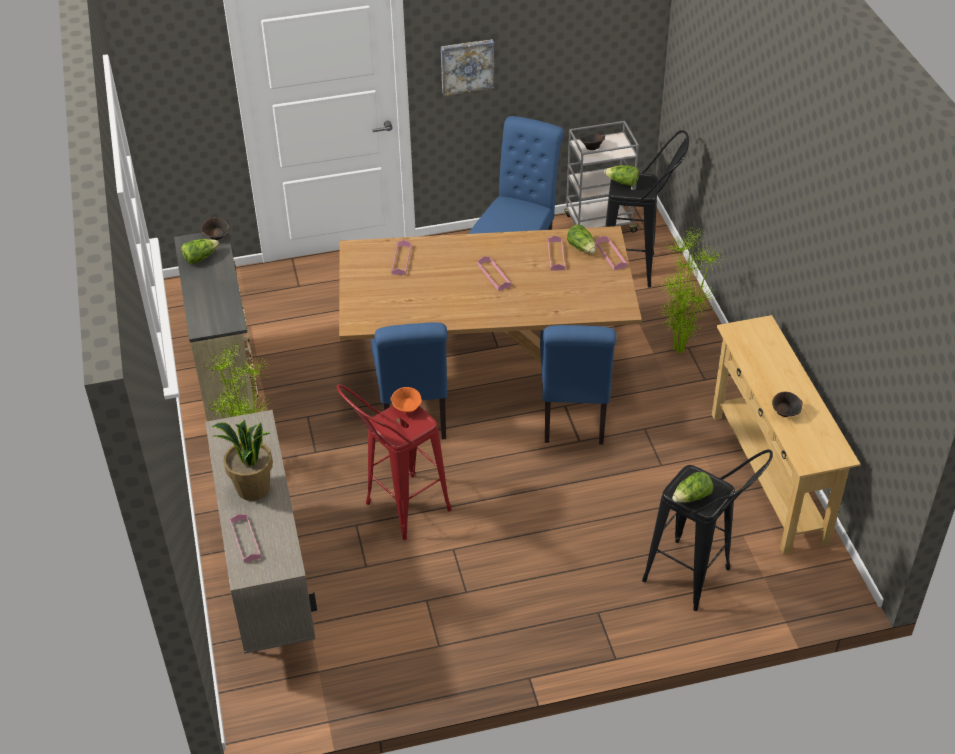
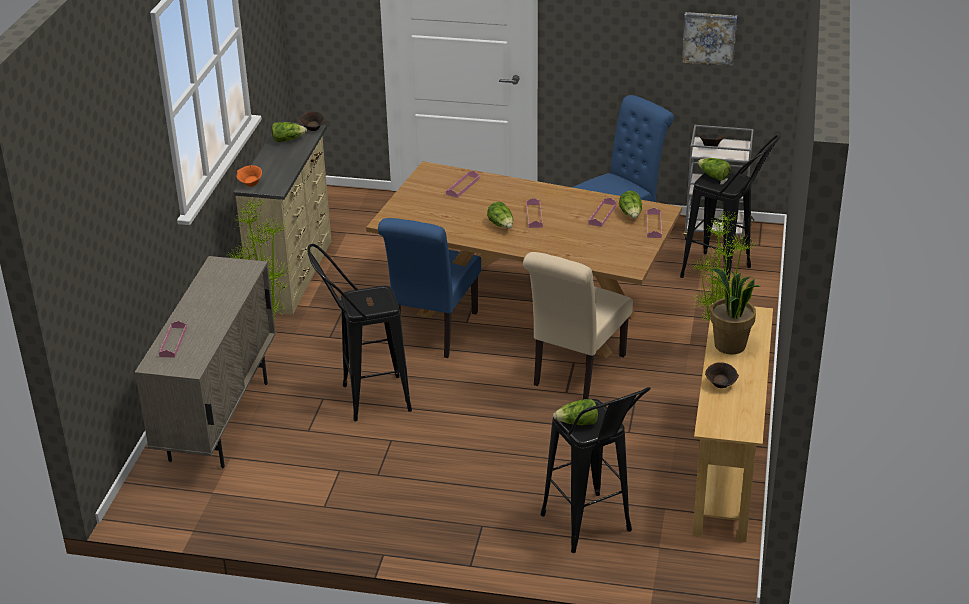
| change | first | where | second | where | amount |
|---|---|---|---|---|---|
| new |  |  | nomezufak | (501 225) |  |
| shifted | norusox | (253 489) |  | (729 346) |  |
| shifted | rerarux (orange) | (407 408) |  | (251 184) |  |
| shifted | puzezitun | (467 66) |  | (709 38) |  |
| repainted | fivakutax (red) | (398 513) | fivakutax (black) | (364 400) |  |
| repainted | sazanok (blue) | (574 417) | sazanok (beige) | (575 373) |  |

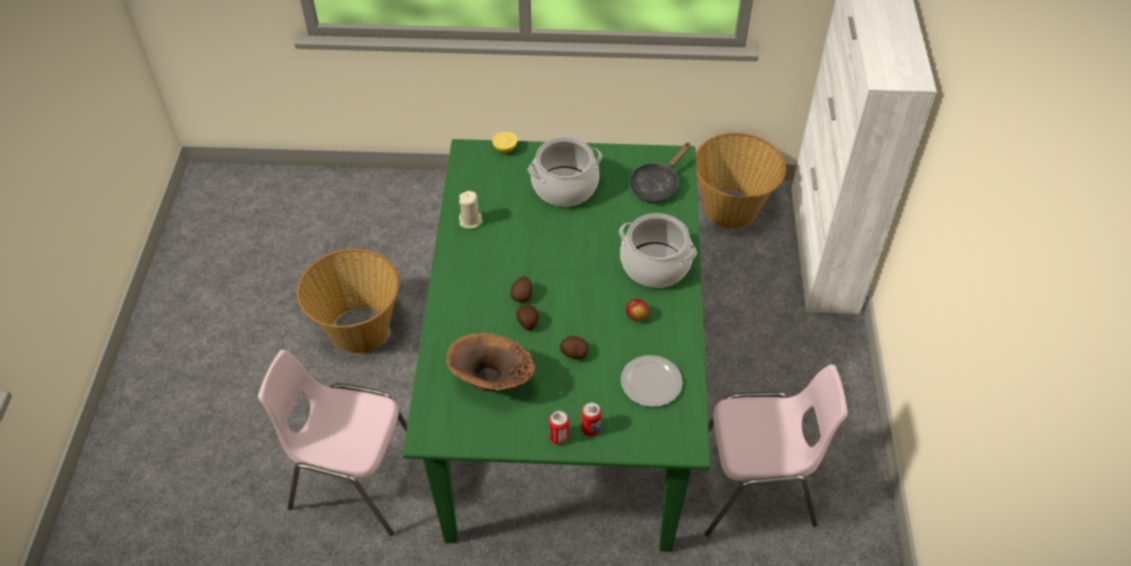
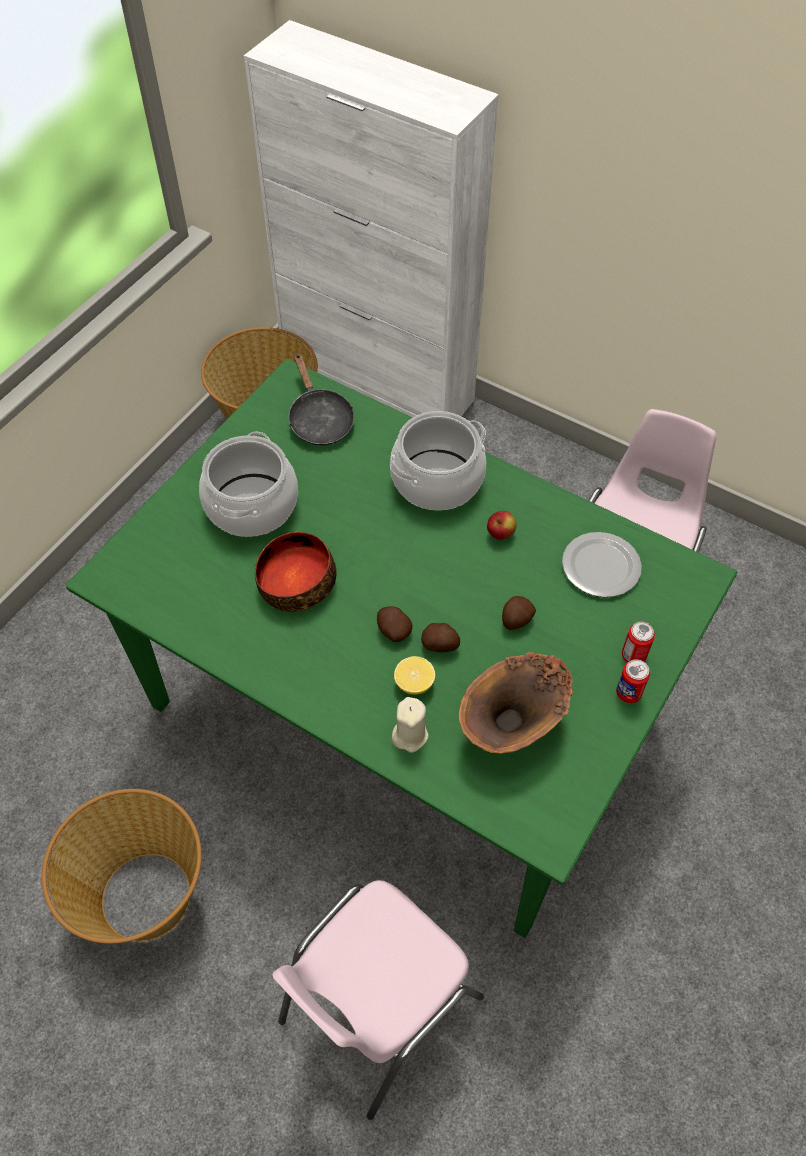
| change | first | where | second | where | amount |
|---|---|---|---|---|---|
| new |  |  | rerarux | (296 581) |  |
| shifted | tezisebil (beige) | (470 221) |  | (410 735) |  |
| shifted | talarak | (505 148) |  | (414 683) |  |

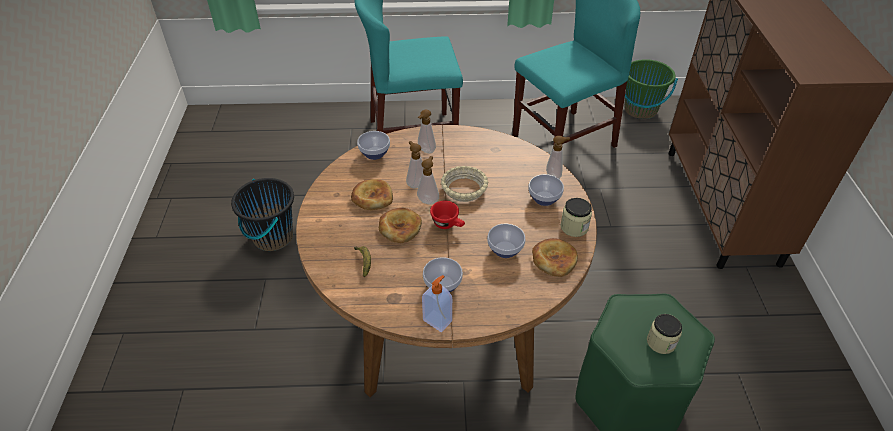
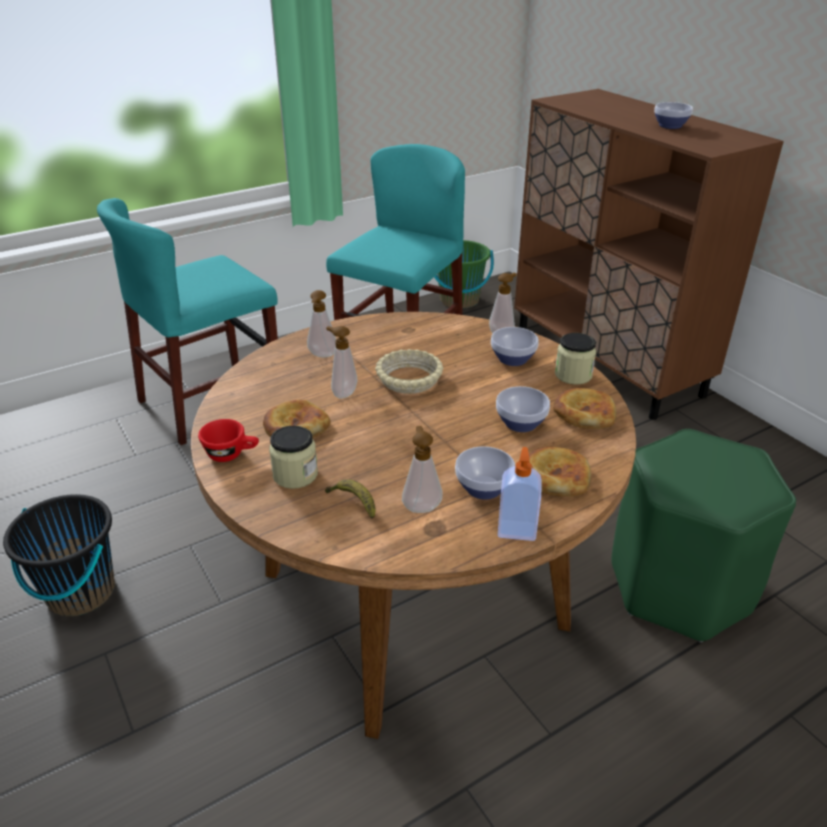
| change | first | where | second | where | amount |
|---|---|---|---|---|---|
| shifted | rerarux | (375 154) |  | (671 126) |  |
| shifted | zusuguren | (400 227) |  | (555 476) |  |
| shifted | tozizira | (428 200) |  | (421 506) |  |
| shifted | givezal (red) | (448 224) |  | (232 454) |  |
| shifted | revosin | (661 342) |  | (295 475) |  |

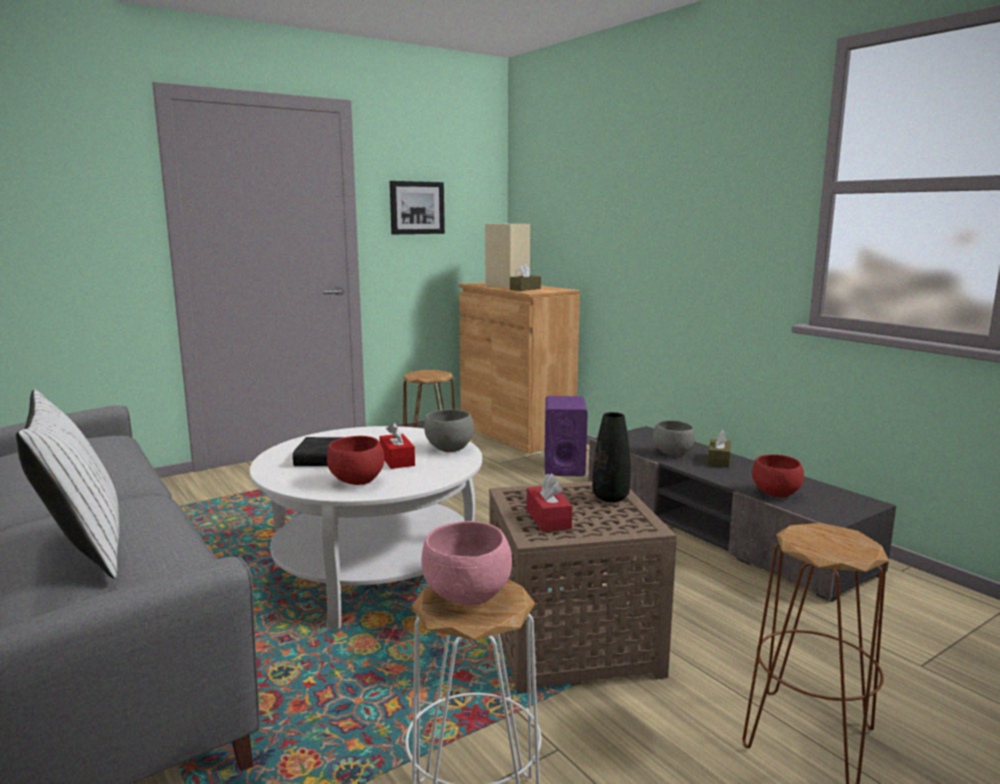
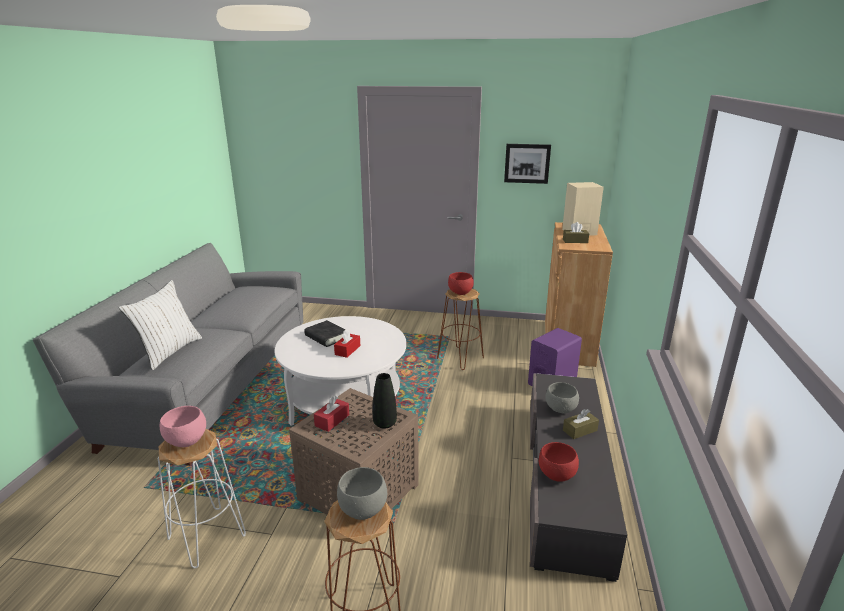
| change | first | where | second | where | amount |
|---|---|---|---|---|---|
| shifted | rerarux (red) | (358 482) |  | (460 293) |  |
| shifted | rerarux (grey) | (449 449) |  | (362 511) |  |

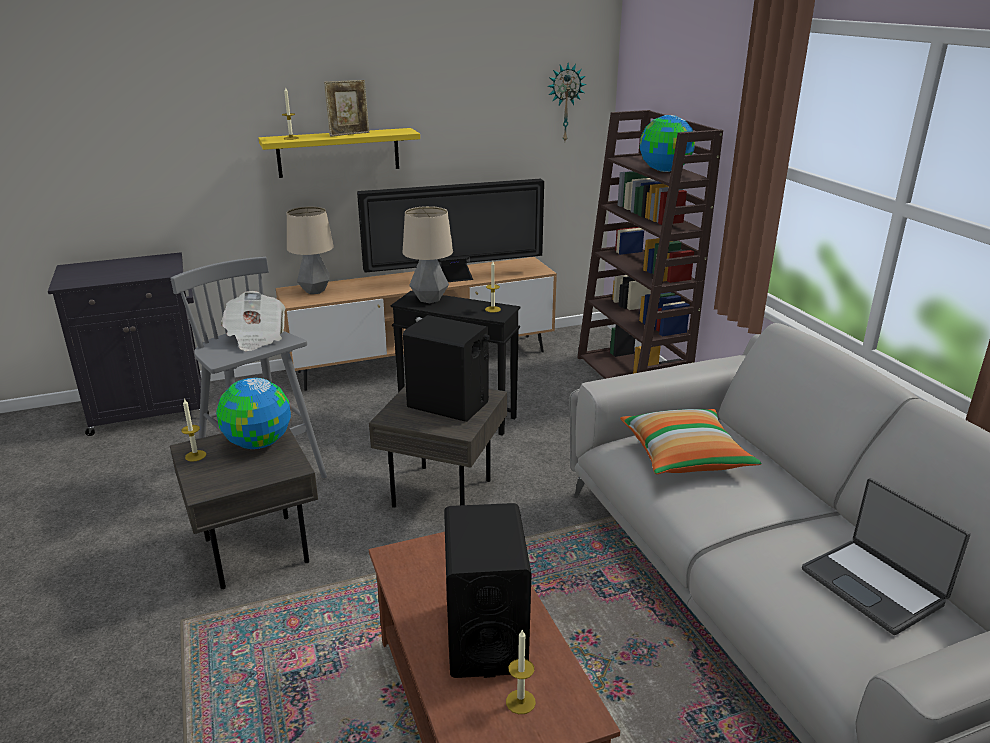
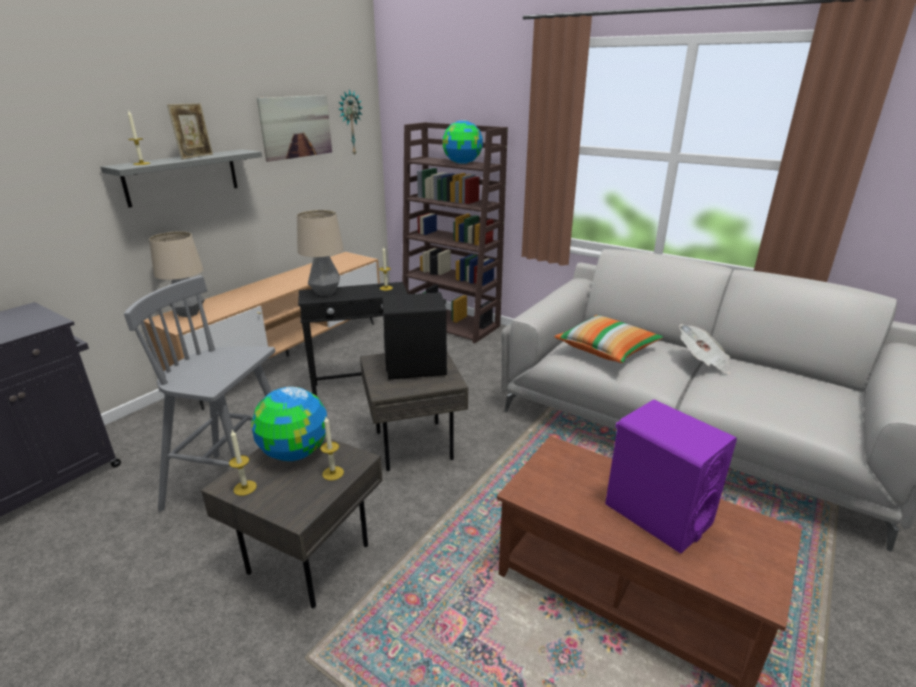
| change | first | where | second | where | amount |
|---|---|---|---|---|---|
| gone | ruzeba | (455 279) |  |  |  |
| gone | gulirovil | (874 586) |  |  |  |
| new |  |  | puzezitun | (296 127) |  |
| shifted | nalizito | (256 337) |  | (703 362) |  |
| shifted | tezisebil | (520 702) |  | (333 473) |  |
| repainted | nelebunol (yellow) | (338 152) | nelebunol (grey) | (182 177) |  |
| repainted | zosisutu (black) | (485 636) | zosisutu (purple) | (657 514) |  |

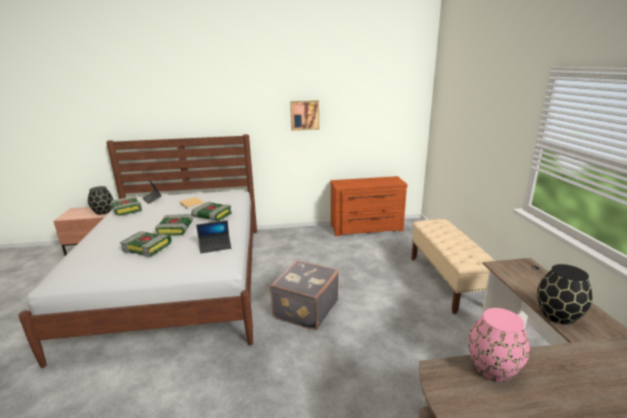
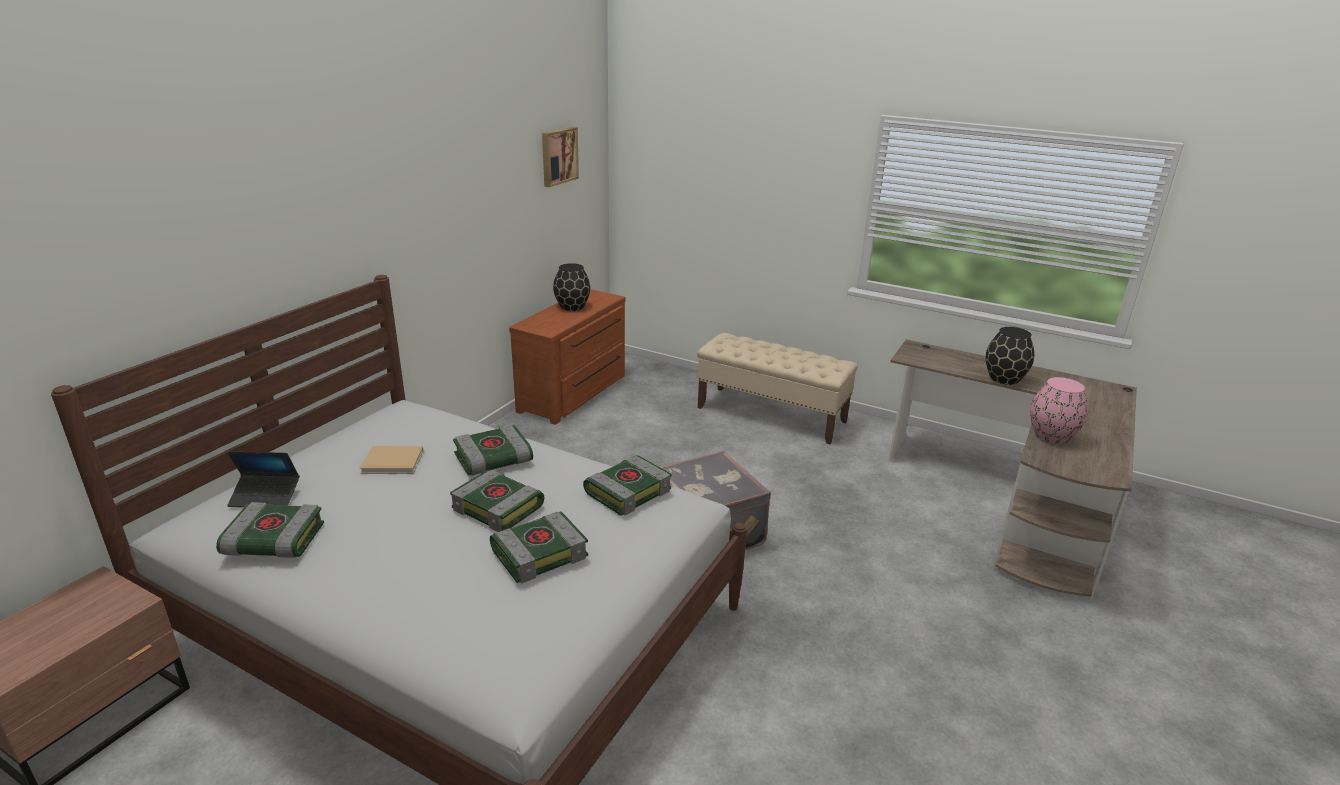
| change | first | where | second | where | amount |
|---|---|---|---|---|---|
| shifted | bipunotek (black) | (103 212) |  | (572 306) |  |
| shifted | puzezitun | (304 115) |  | (558 156) |  |
| swapped | gulirovil | (215 246) | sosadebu | (628 491) |  |

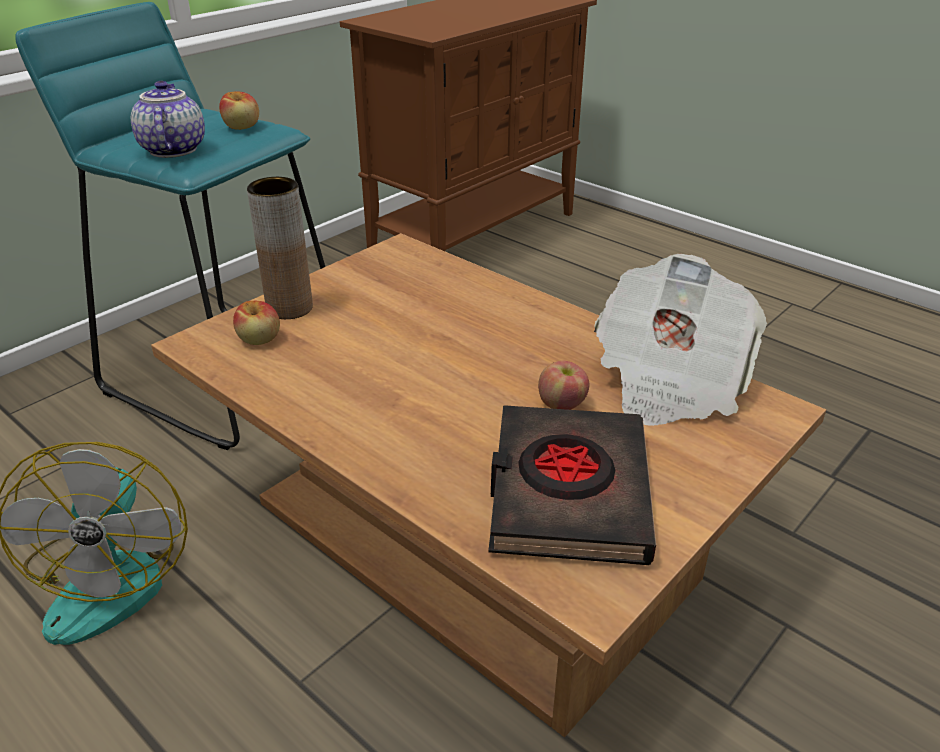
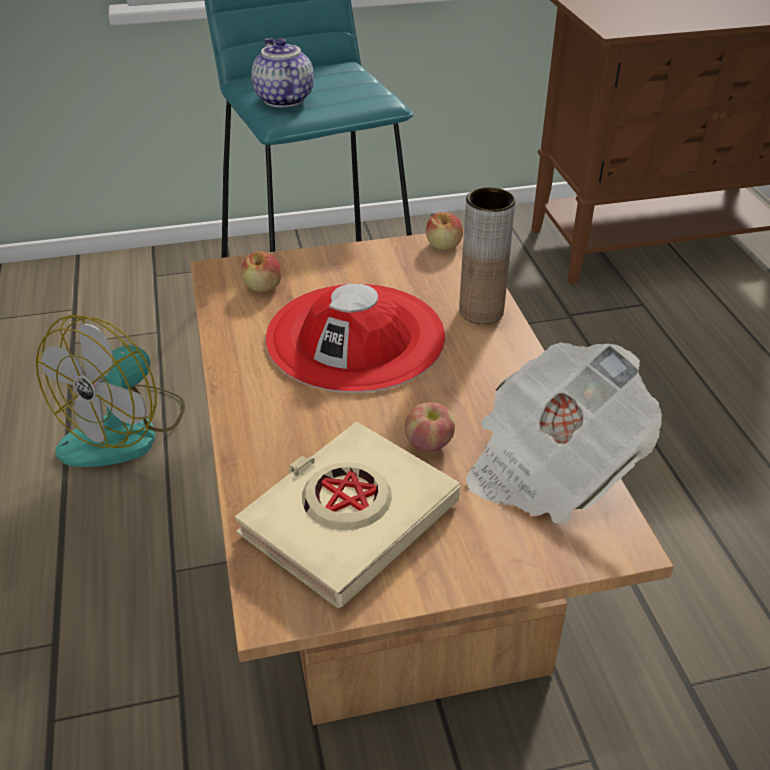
| change | first | where | second | where | amount |
|---|---|---|---|---|---|
| new |  |  | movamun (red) | (355 337) |  |
| shifted | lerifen | (242 127) |  | (443 245) |  |
| shifted | bipunotek (brown) | (289 308) |  | (481 311) |  |
| repainted | sosadebu (black) | (568 492) | sosadebu (beige) | (349 518) |  |
| rotated | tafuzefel | (171 150) |  | (282 99) | 45 degrees counterclockwise |

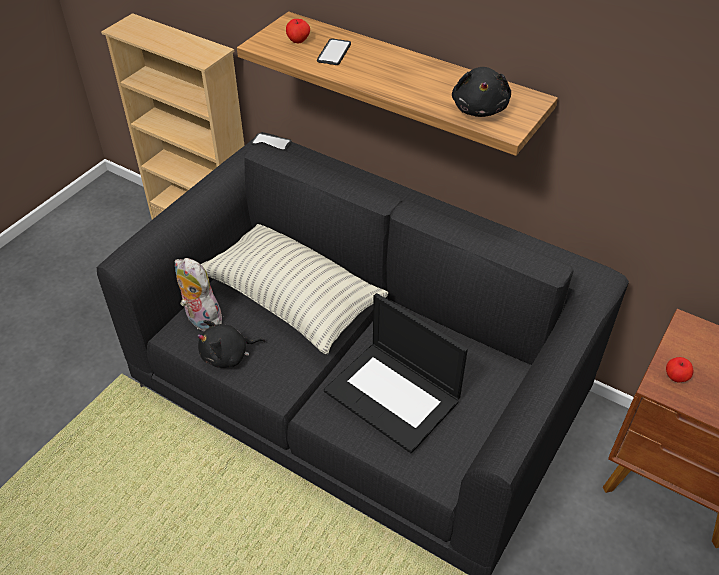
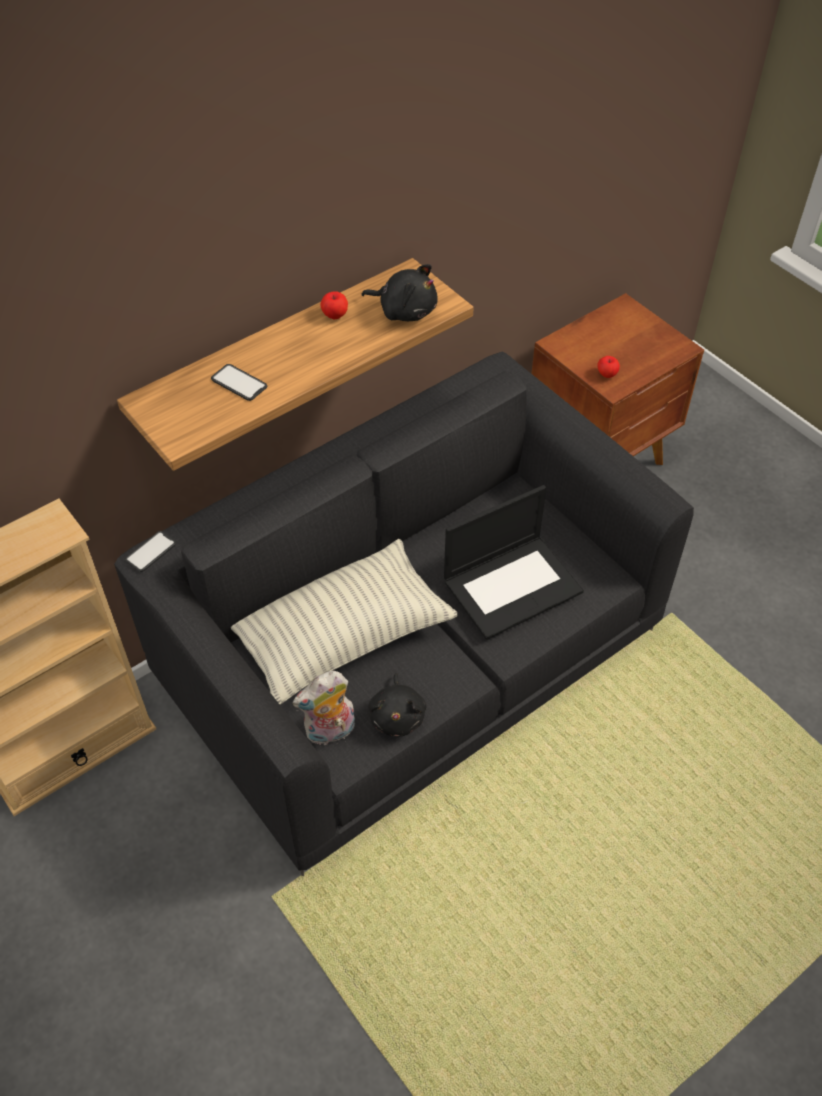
| change | first | where | second | where | amount |
|---|---|---|---|---|---|
| shifted | lerifen | (298 41) |  | (335 315) |  |

